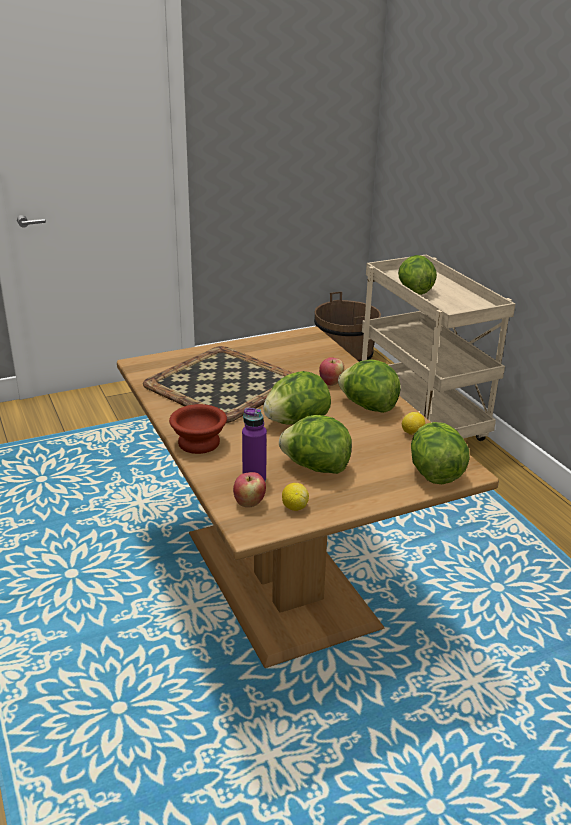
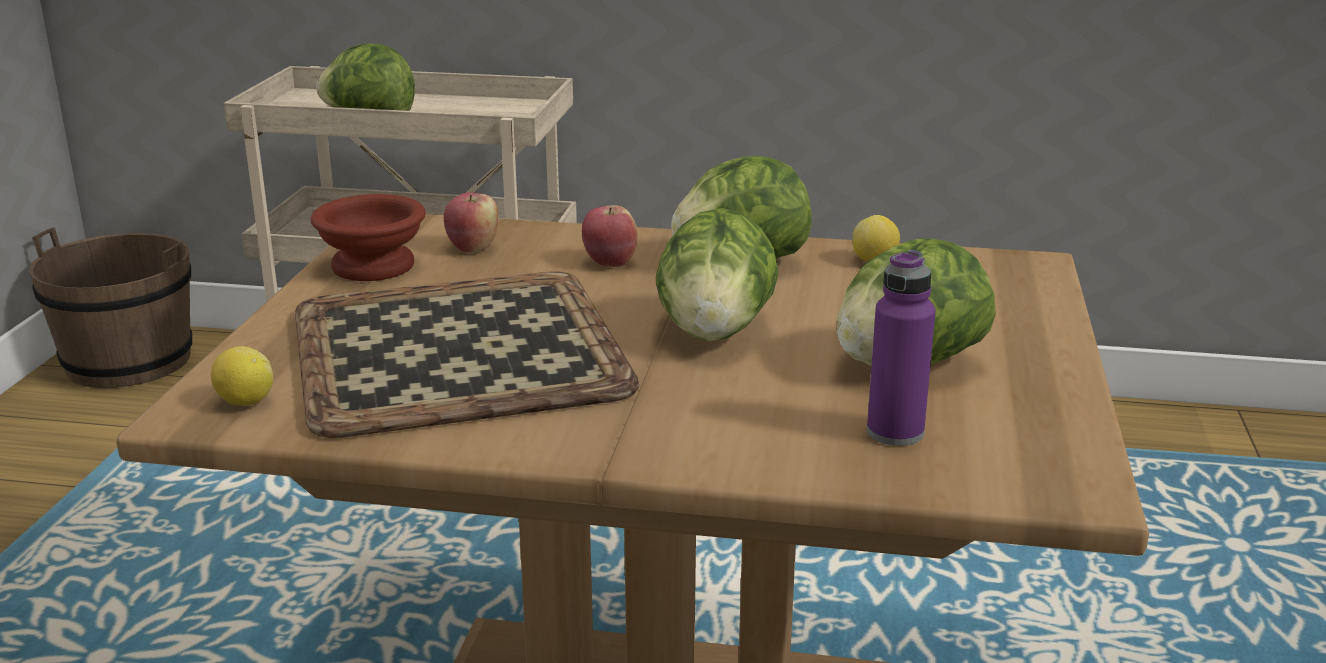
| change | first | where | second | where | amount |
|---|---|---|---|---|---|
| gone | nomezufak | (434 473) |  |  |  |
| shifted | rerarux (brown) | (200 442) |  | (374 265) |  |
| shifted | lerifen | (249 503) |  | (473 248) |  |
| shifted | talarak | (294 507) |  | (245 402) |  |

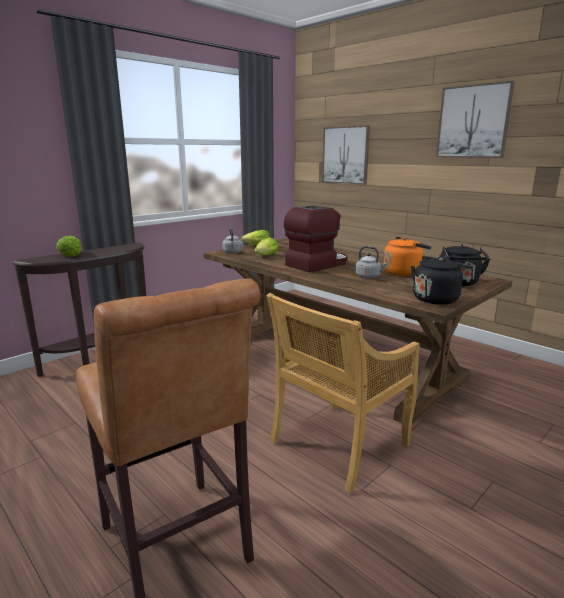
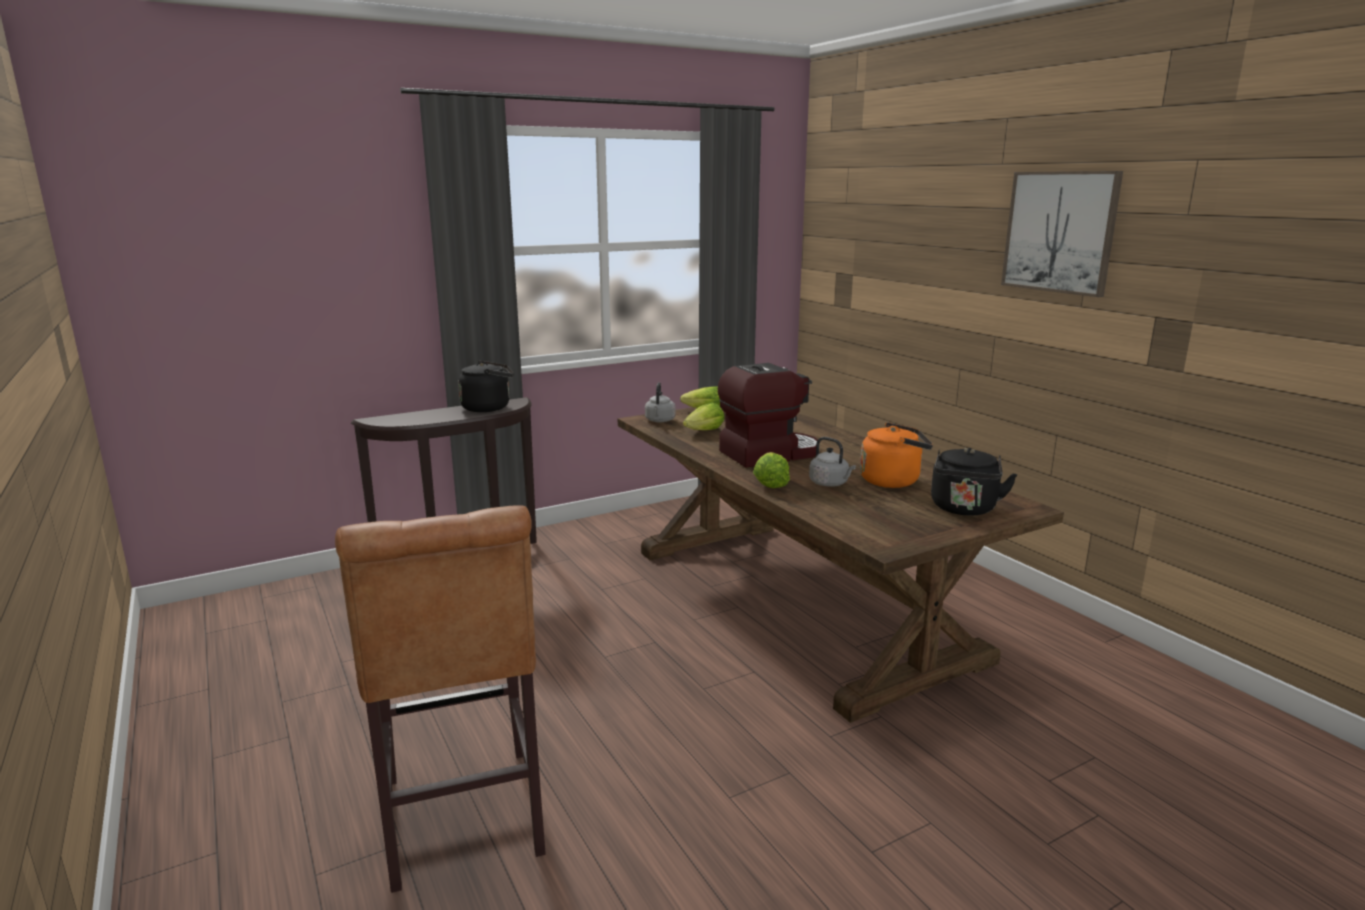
| change | first | where | second | where | amount |
|---|---|---|---|---|---|
| gone | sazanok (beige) | (338 445) |  |  |  |
| gone | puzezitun | (345 155) |  |  |  |
| shifted | nomezufak | (71 254) |  | (770 483) |  |
| shifted | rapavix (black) | (437 299) |  | (489 408) |  |

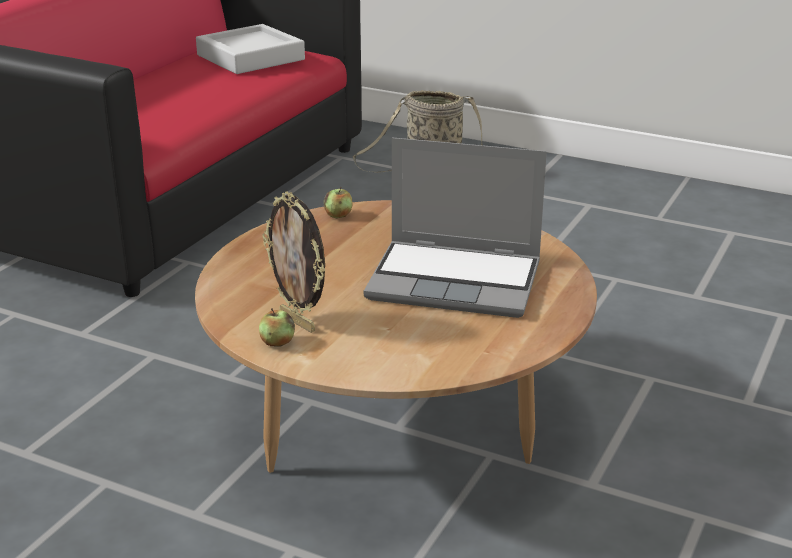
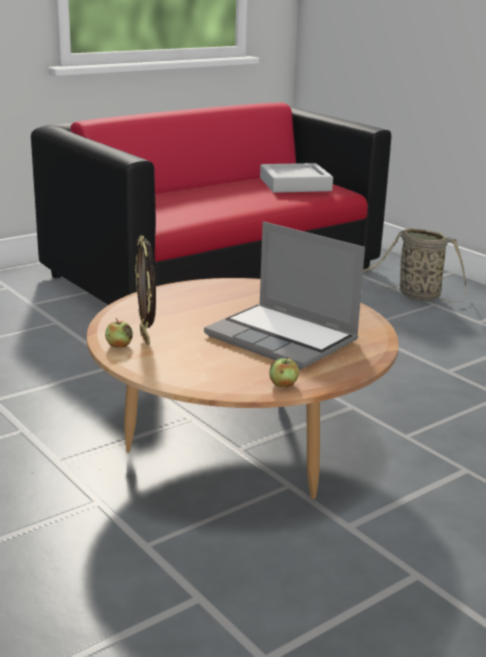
| change | first | where | second | where | amount |
|---|---|---|---|---|---|
| shifted | lerifen | (338 215) |  | (283 384) |  |

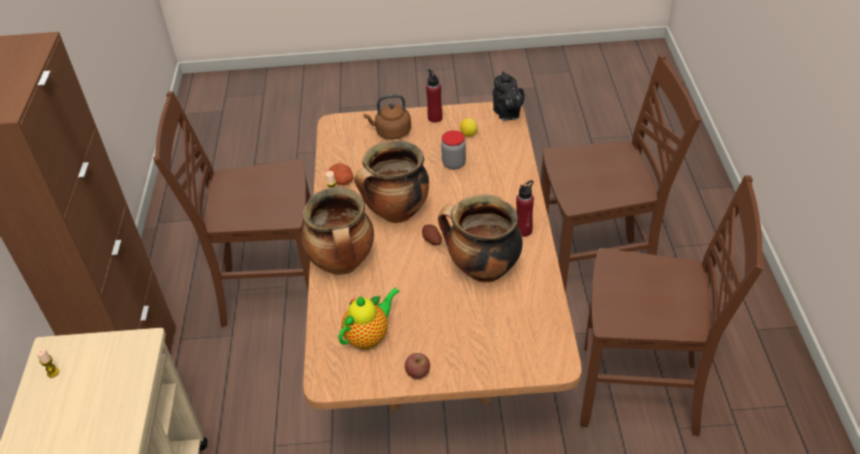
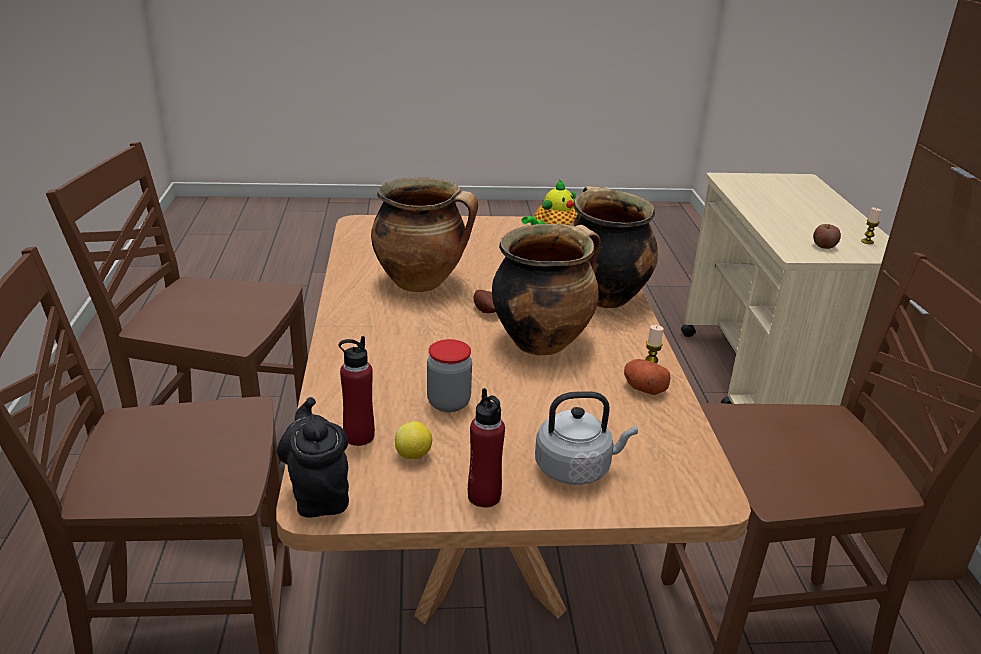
| change | first | where | second | where | amount |
|---|---|---|---|---|---|
| shifted | lerifen | (418 372) |  | (824 246) |  |
| shifted | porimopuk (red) | (524 230) |  | (358 436) |  |
| repainted | rapavix (brown) | (391 132) | rapavix (grey) | (576 468) |  |

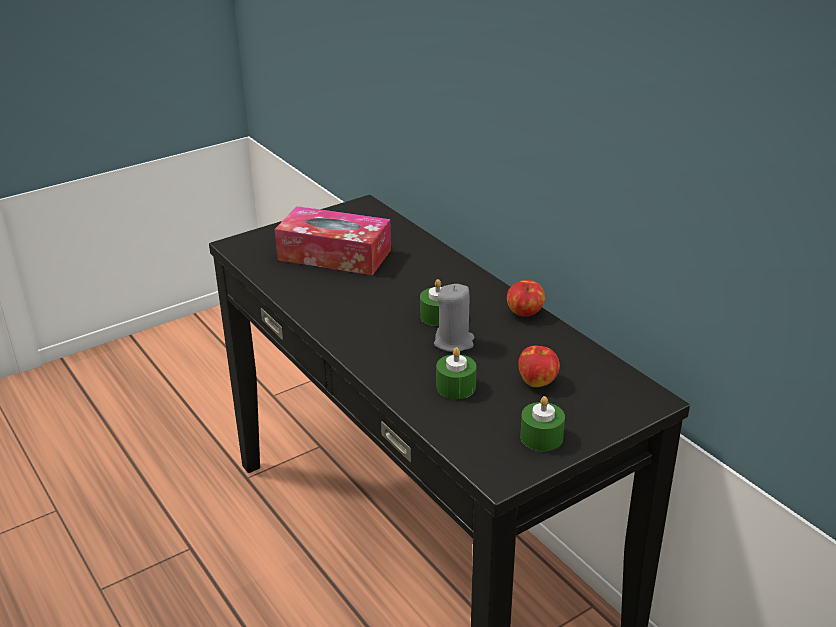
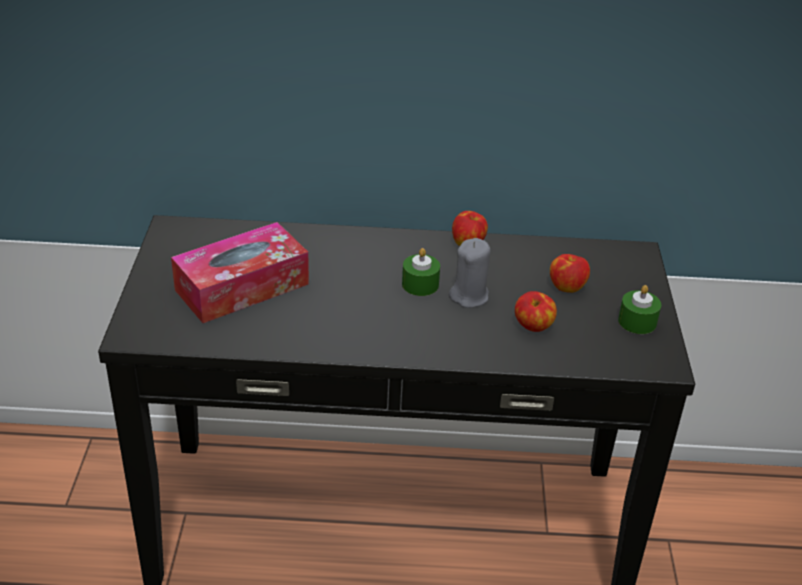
| change | first | where | second | where | amount |
|---|---|---|---|---|---|
| swapped | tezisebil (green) | (456 387) | lerifen | (533 327) |  |

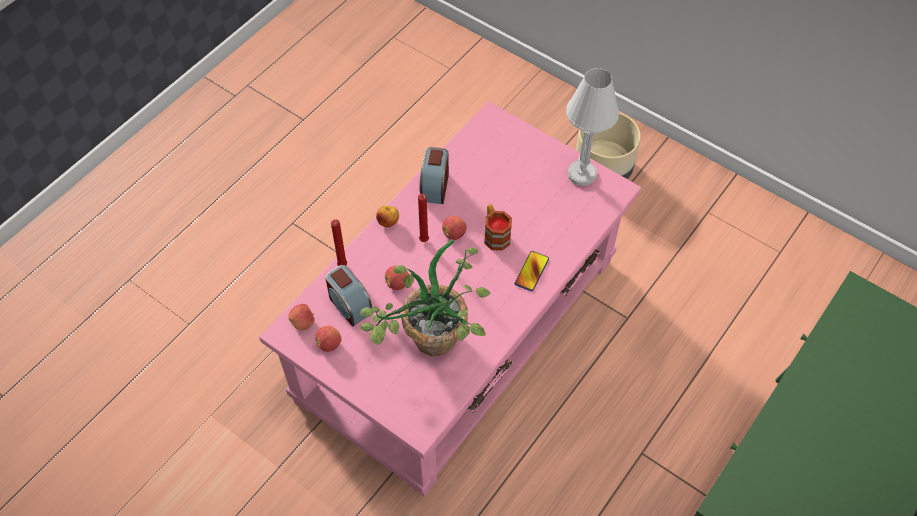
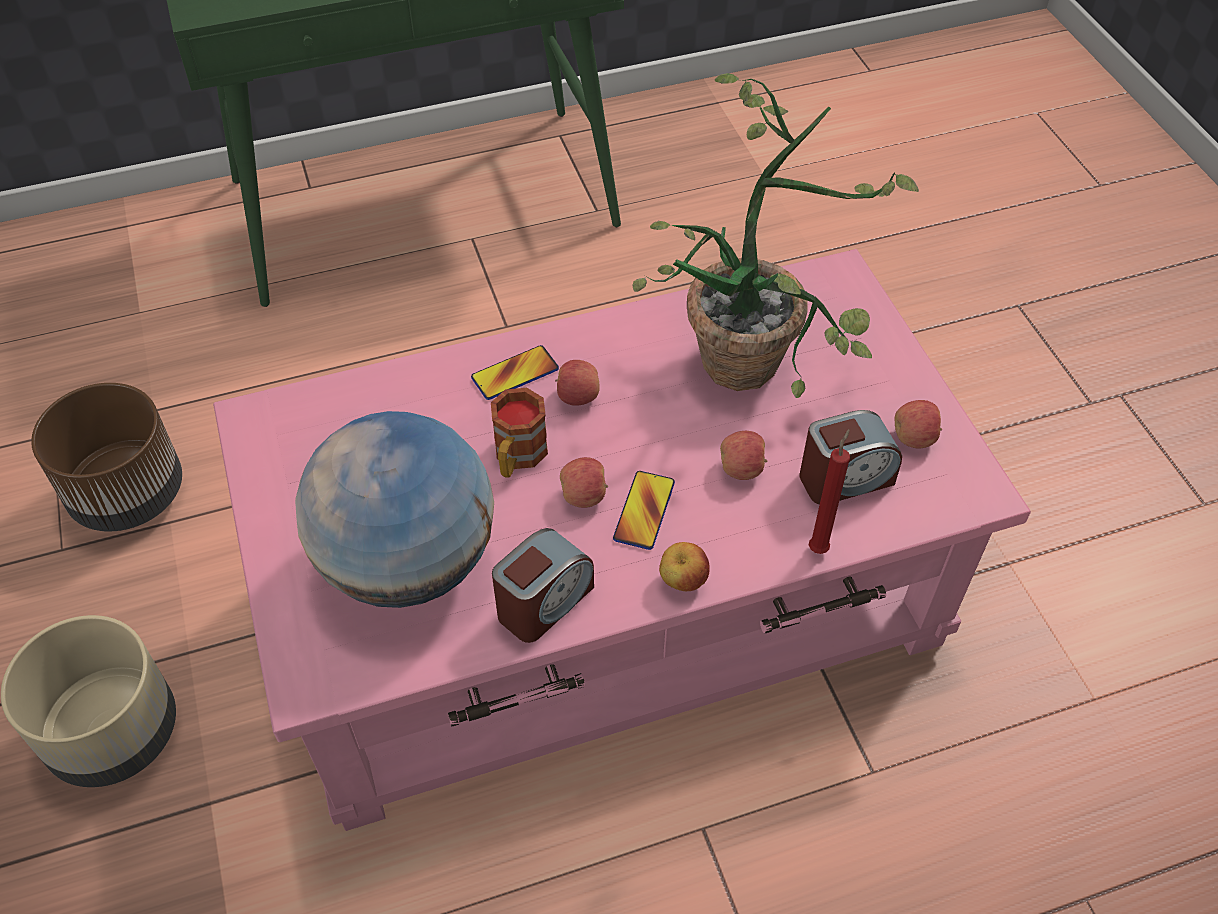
| change | first | where | second | where | amount |
|---|---|---|---|---|---|
| gone | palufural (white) | (581 174) |  |  |  |
| new |  |  | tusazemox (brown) | (128 493) |  |
| new |  |  | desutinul | (409 563) |  |
| shifted | lerifen | (303 322) |  | (577 397) |  |
| swapped | tezisebil (red) | (424 241) | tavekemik | (644 511) |  |
| rotated | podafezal | (349 304) |  | (845 478) | 75 degrees clockwise |

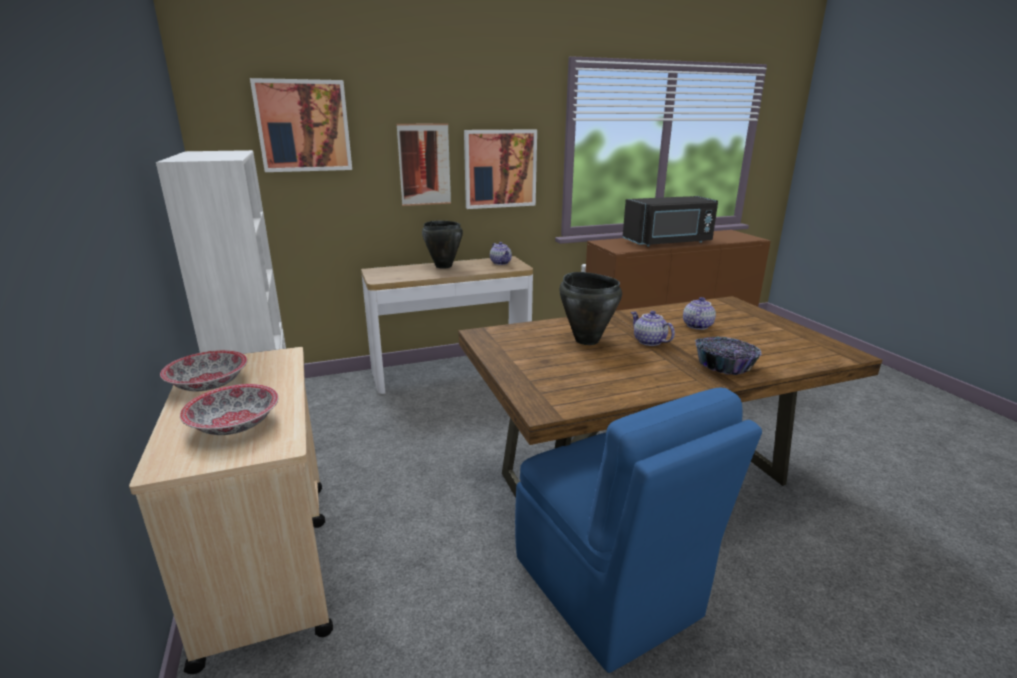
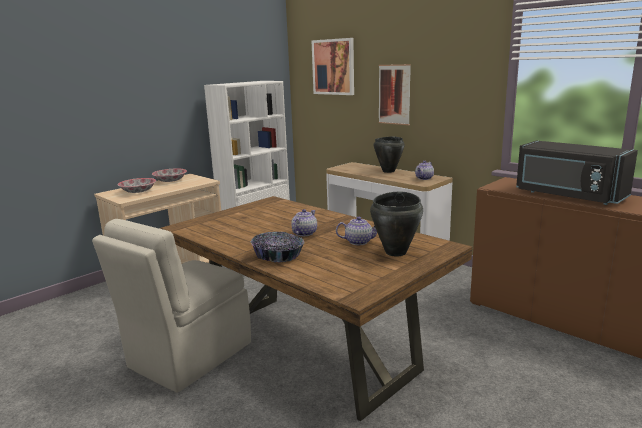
| change | first | where | second | where | amount |
|---|---|---|---|---|---|
| gone | puzezitun | (500 169) |  |  |  |
| shifted | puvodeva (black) | (587 340) |  | (396 252) |  |
| repainted | sazanok (blue) | (607 589) | sazanok (beige) | (188 356) |  |

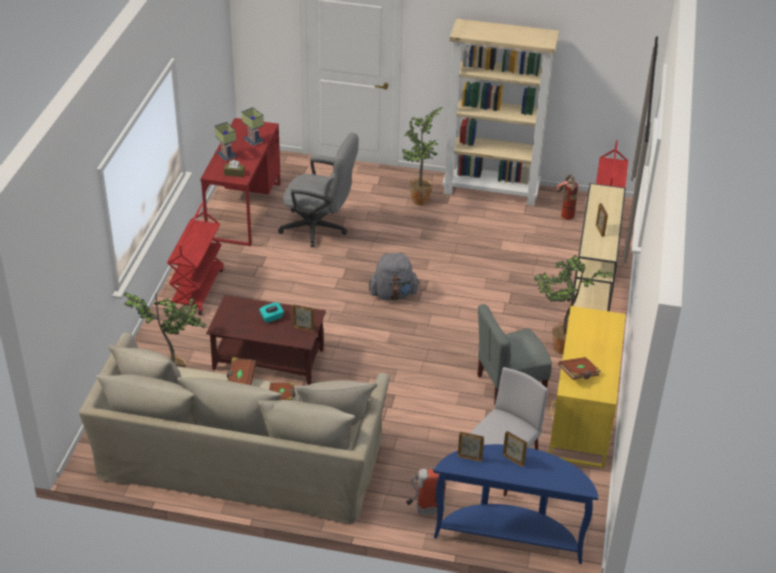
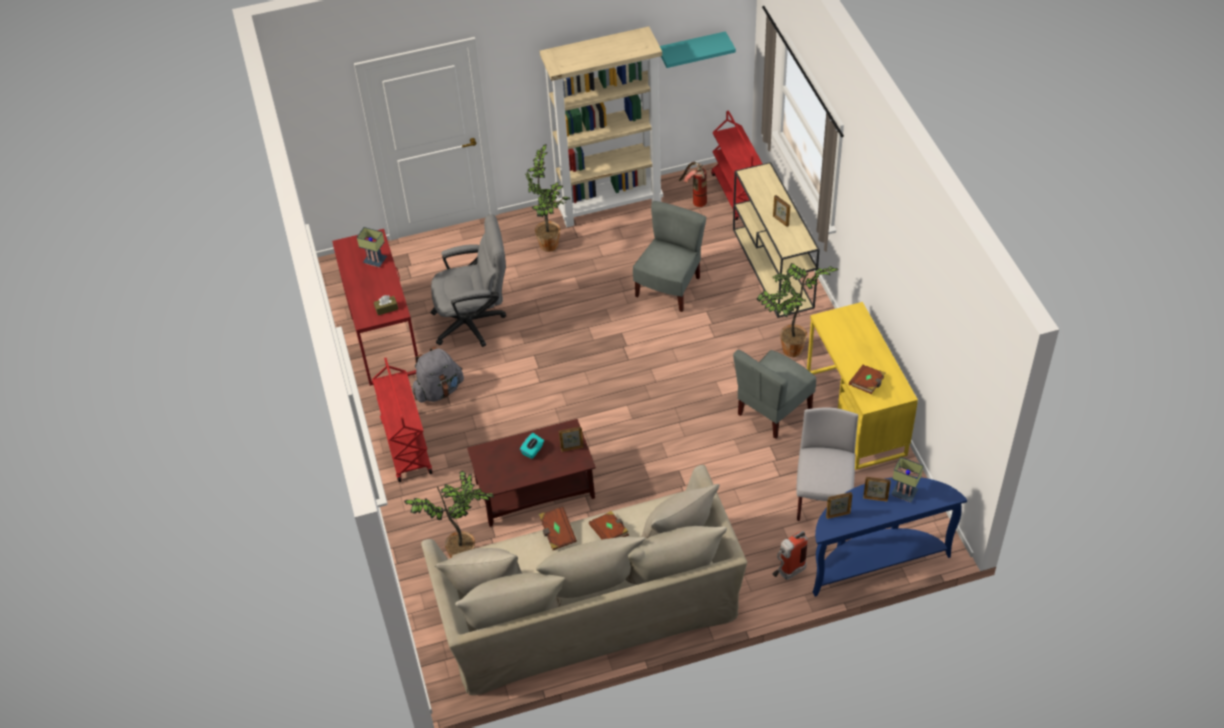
| change | first | where | second | where | amount |
|---|---|---|---|---|---|
| new |  |  | sazanok (grey) | (669 287) |  |
| new |  |  | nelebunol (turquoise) | (691 49) |  |
| shifted | palufural | (228 156) |  | (905 492) |  |
| shifted | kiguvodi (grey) | (393 294) |  | (439 390) |  |

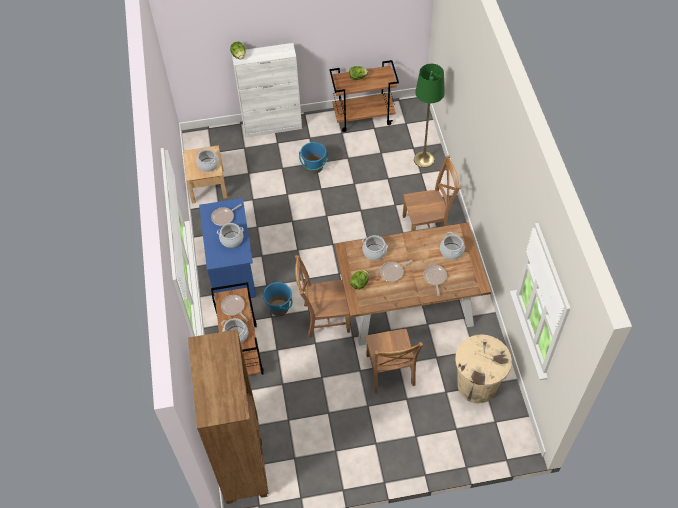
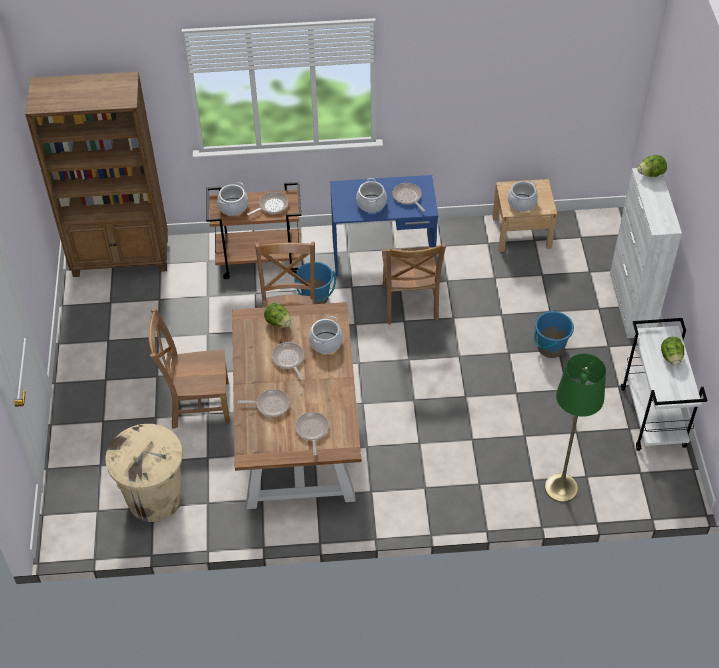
| change | first | where | second | where | amount |
|---|---|---|---|---|---|
| shifted | sazanok (brown) | (428 226) |  | (409 304) |  |
| swapped | puvodeva | (451 251) | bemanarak | (312 430) |  |
| repainted | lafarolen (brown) | (364 117) | lafarolen (white) | (653 417) |  |

